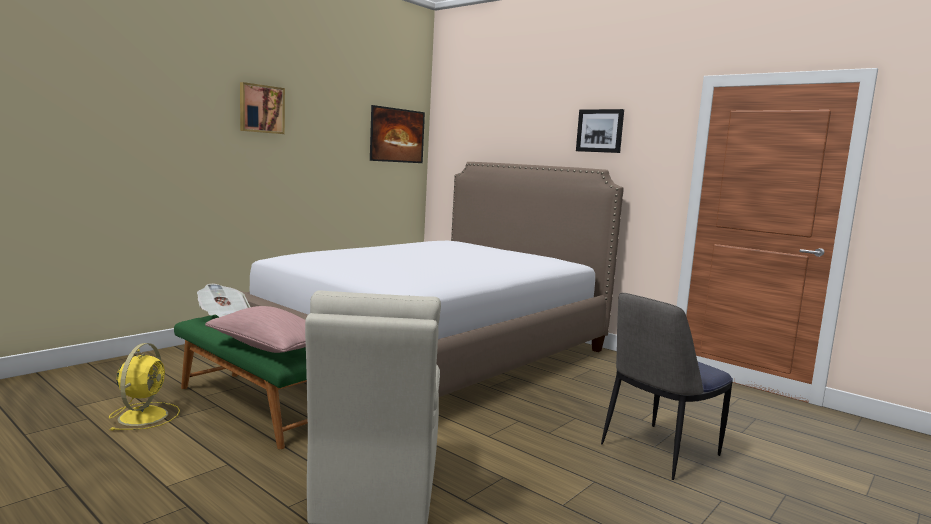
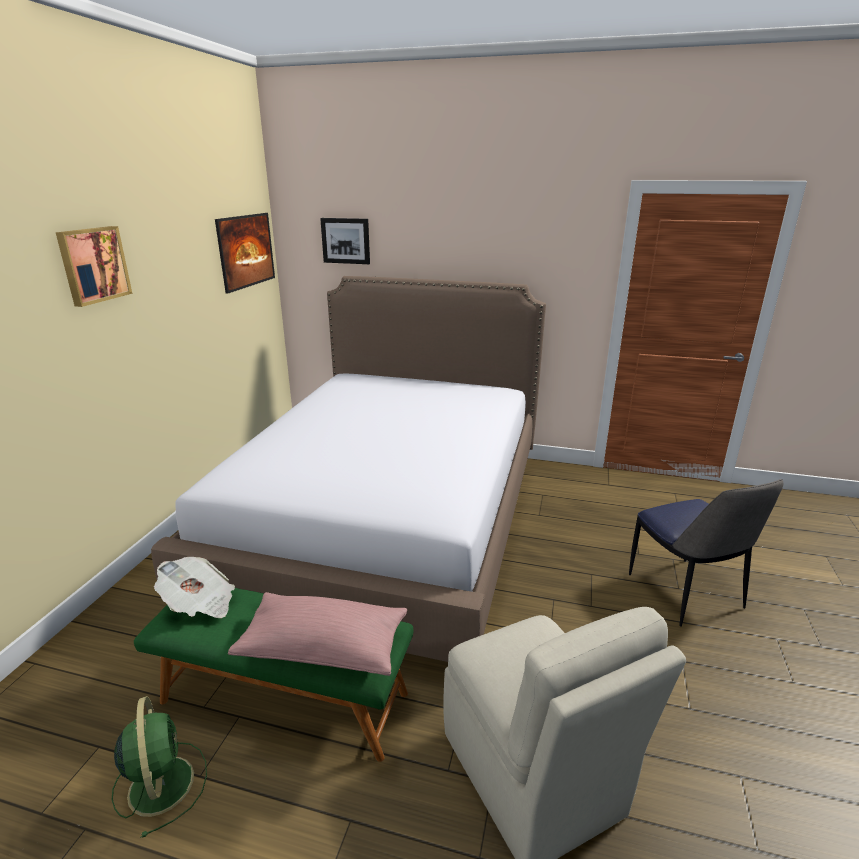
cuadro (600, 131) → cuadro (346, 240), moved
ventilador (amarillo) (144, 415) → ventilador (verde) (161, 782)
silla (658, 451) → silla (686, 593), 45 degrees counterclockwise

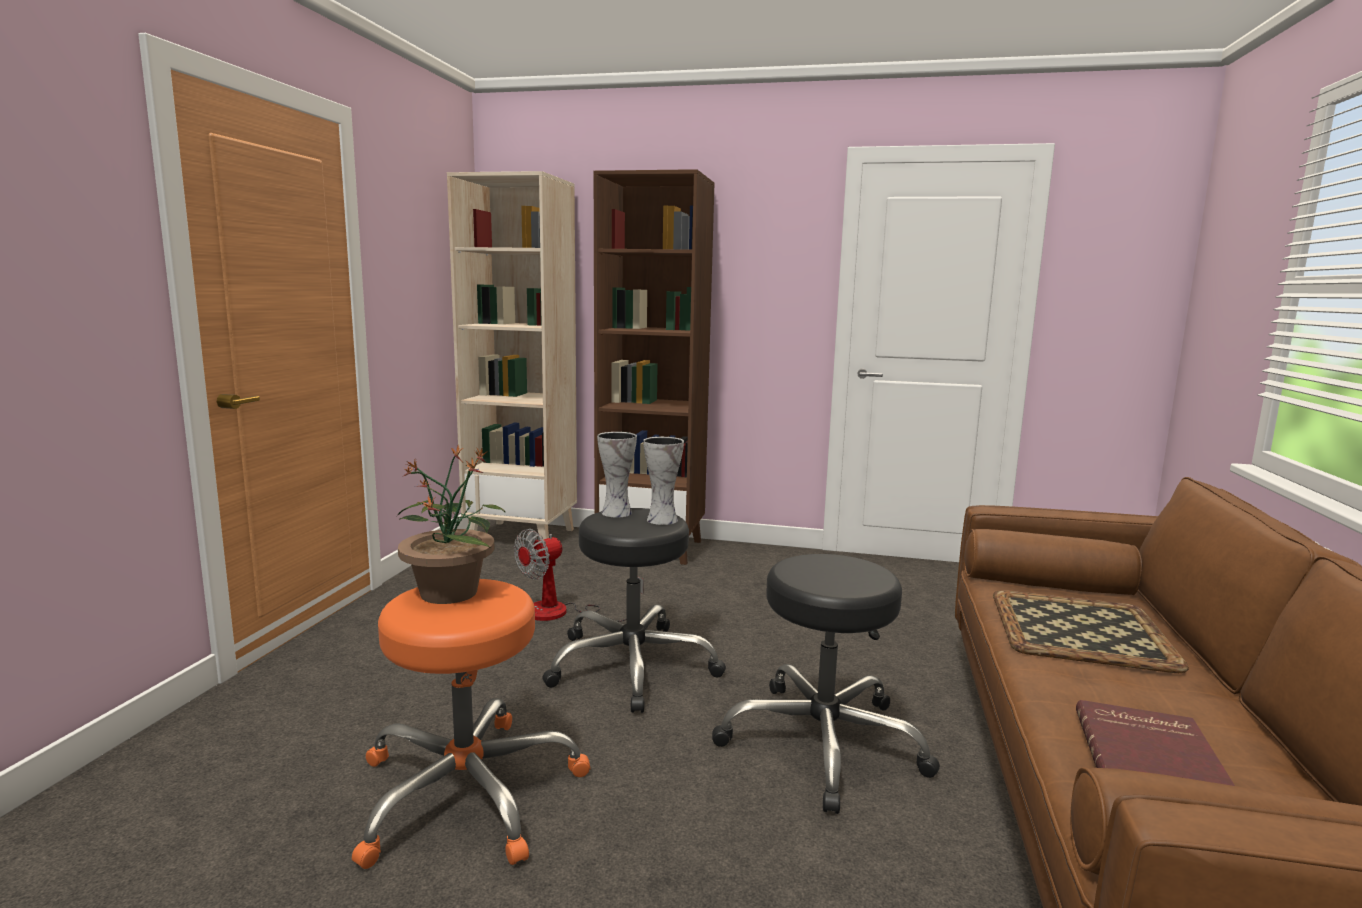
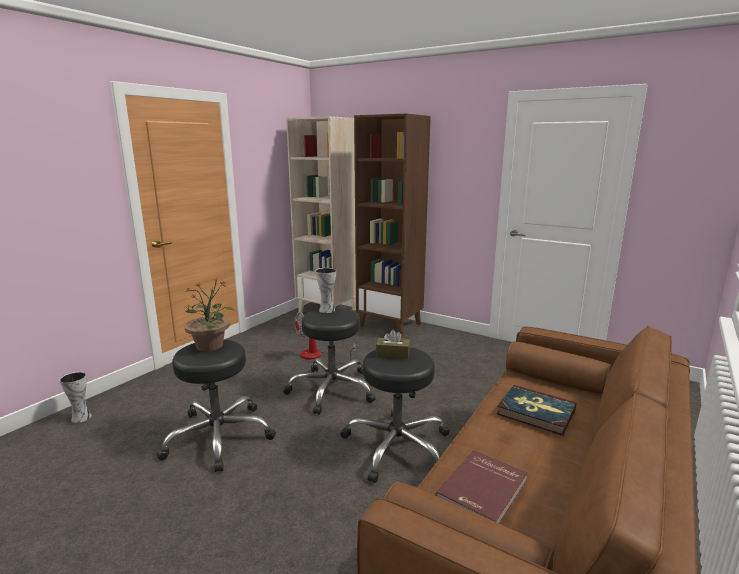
- → caja de pañuelos (marrón) (392, 354)
florero (661, 519) → florero (81, 417), moved
bandeja (1082, 631) → libro (536, 412)
taburete (naranja) (468, 792) → taburete (negro) (219, 436)

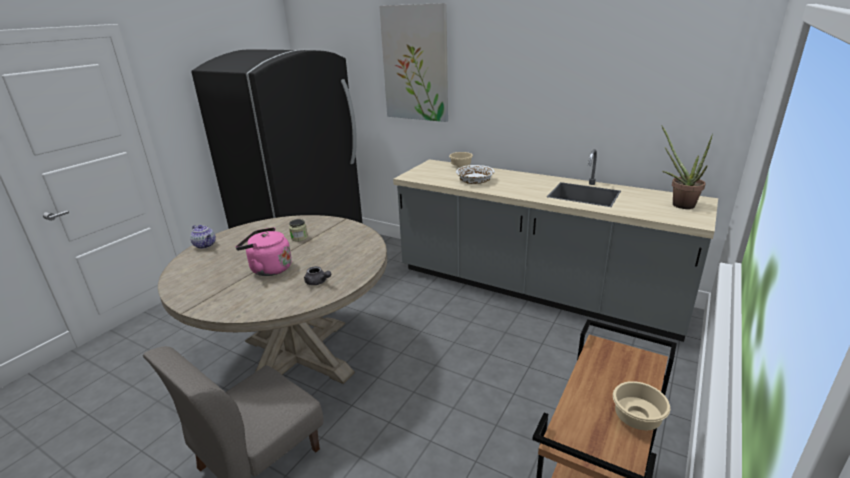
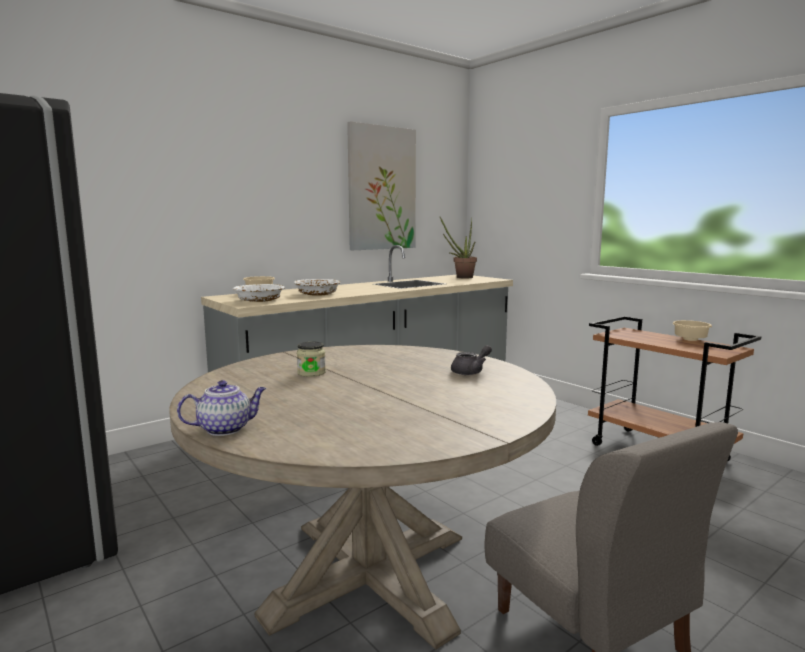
hervidor (rosa) (268, 269) → -
- → cuenco (blanco) (259, 300)
cuadro (415, 64) → cuadro (381, 188), moved

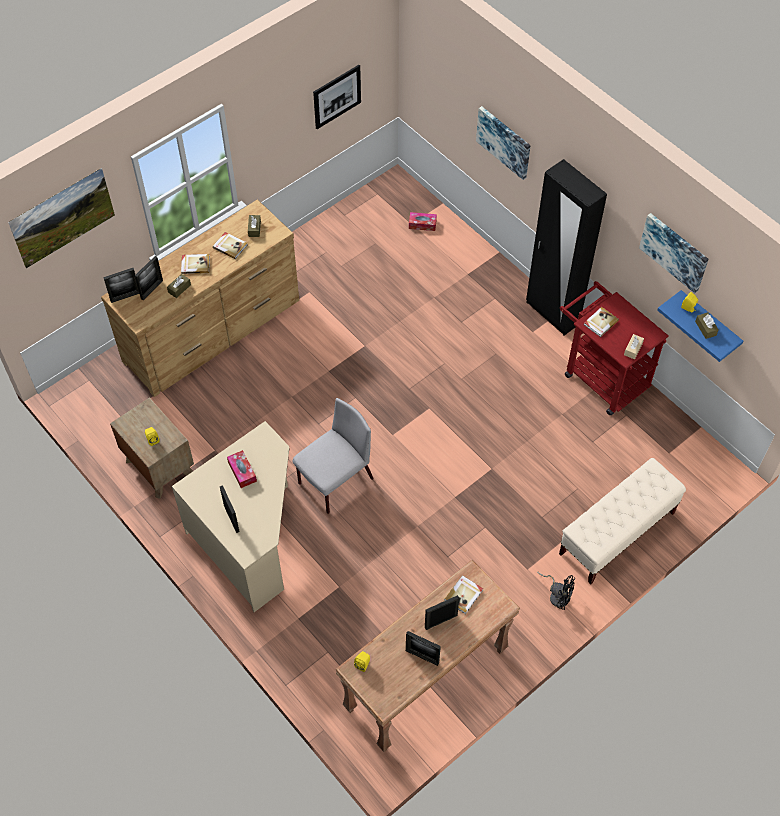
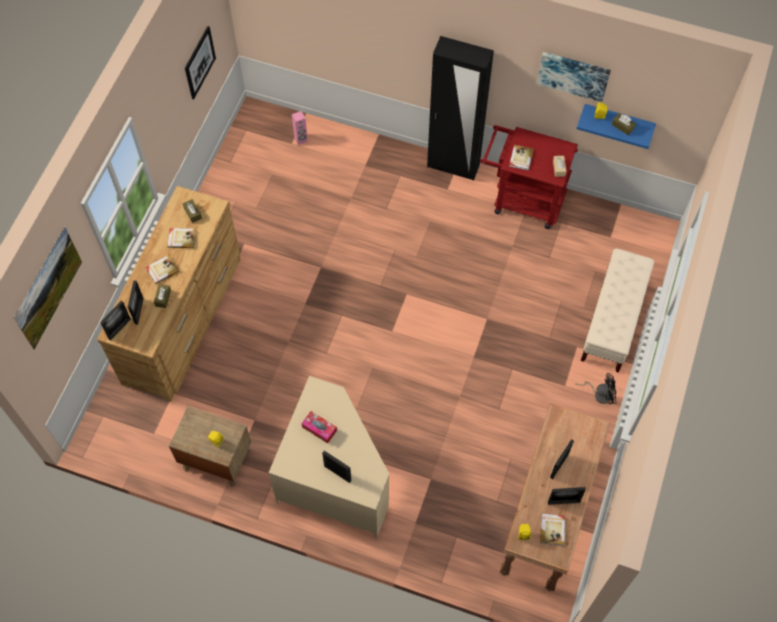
silla (gris) (335, 482) → -
cuadro (504, 142) → -
libro (464, 595) → libro (552, 529), moved
caja de pañuelos (422, 224) → altavoz (rosa) (301, 139)

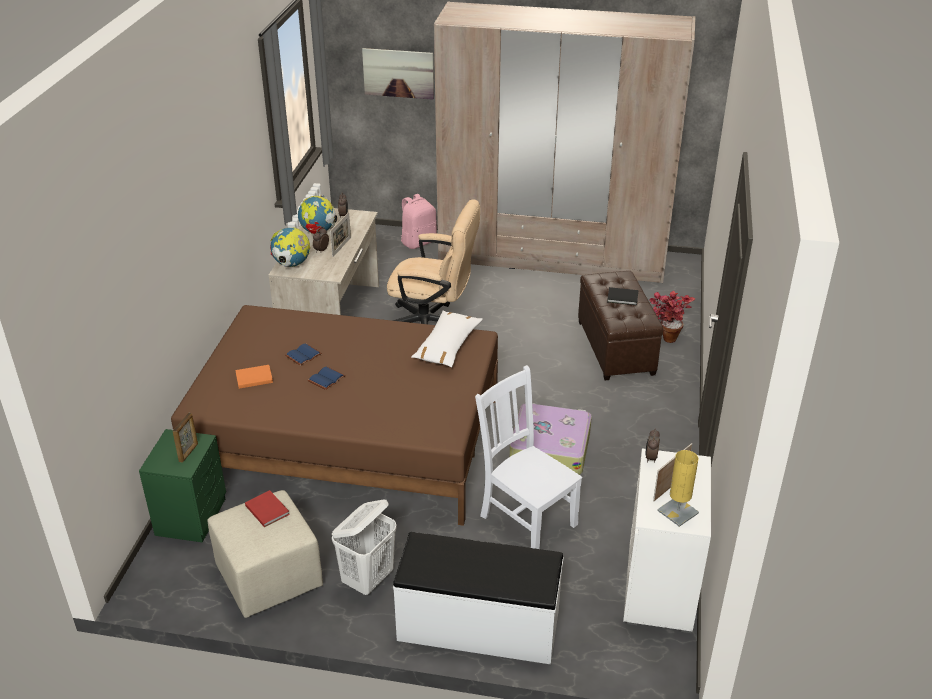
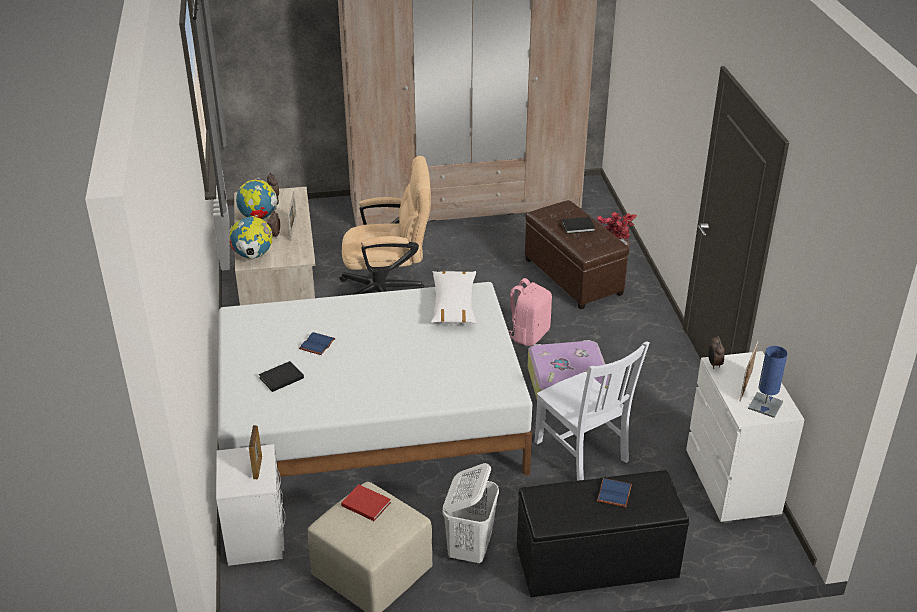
cuadro (398, 73) → -
libro (azul) (327, 379) → libro (azul) (615, 494), moved
mochila (rosa) (418, 242) → mochila (rosa) (528, 334), moved
mesita de noche (verde) (193, 516) → mesita de noche (blanco) (257, 535)
cama (marrón) (348, 439) → cama (blanco) (370, 421)
libro (naranja) (253, 378) → libro (negro) (280, 378)
banco (blanco) (478, 626) → banco (negro) (597, 562)
lámpara de mesa (amarillo) (678, 512) → lámpara de mesa (azul) (765, 405)
silla (blanco) (526, 518) → silla (blanco) (583, 453), 150 degrees counterclockwise

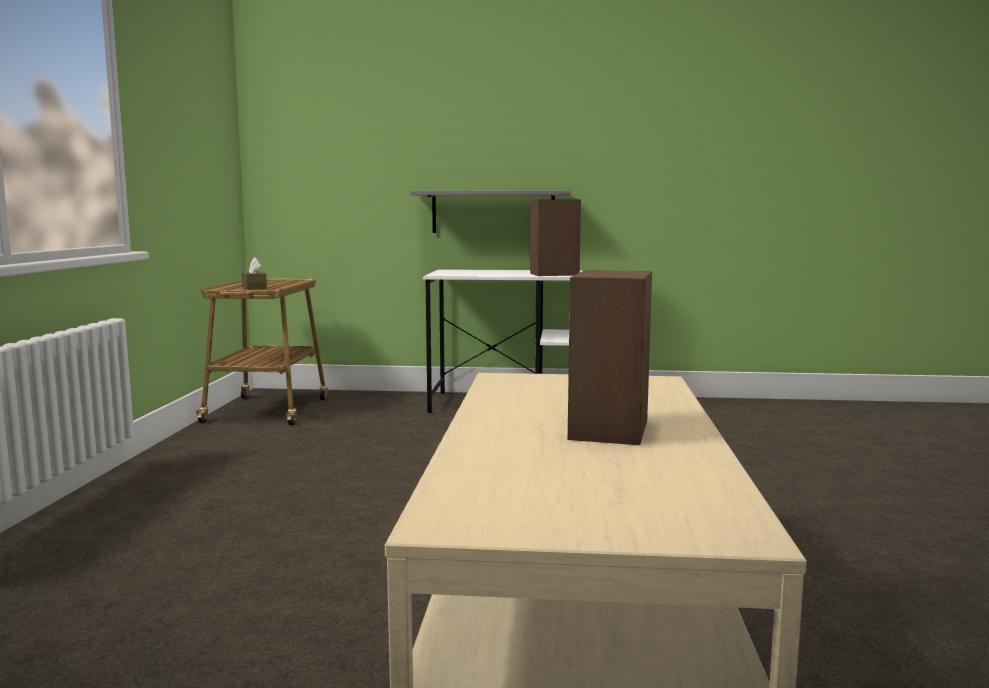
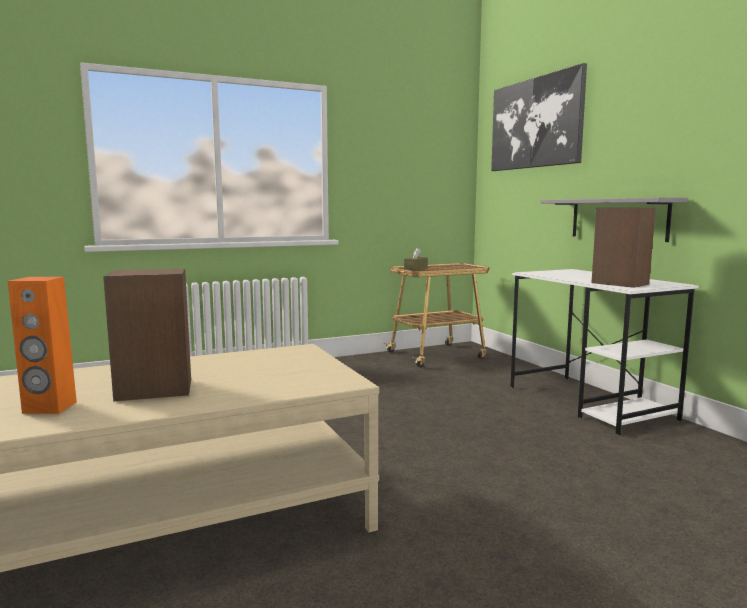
- → altavoz (naranja) (49, 408)
- → cuadro (535, 123)

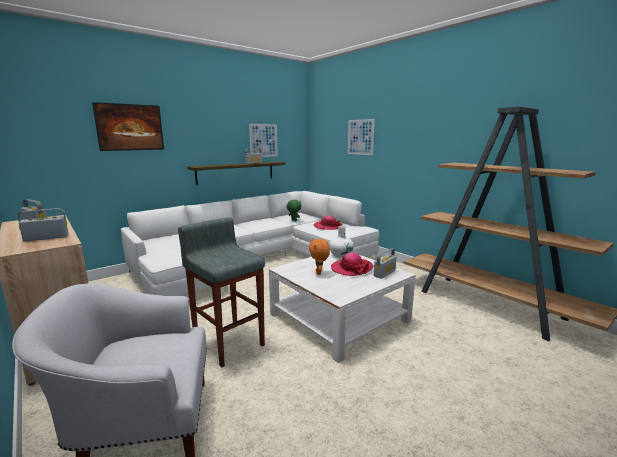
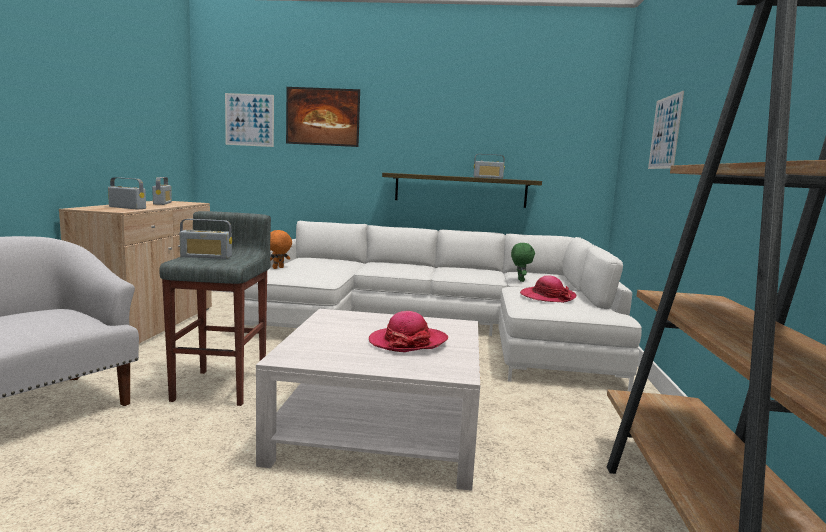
florero (blanco) (341, 255) → -
cuadro (263, 140) → cuadro (249, 120), moved
peluche (naranja) (319, 273) → peluche (naranja) (278, 268), moved
radio (384, 273) → radio (206, 257), moved

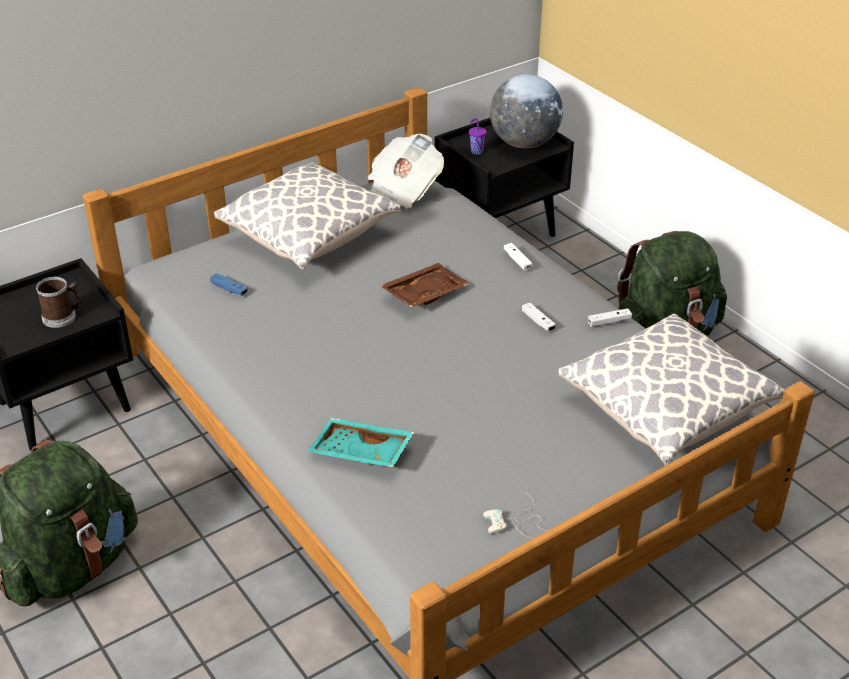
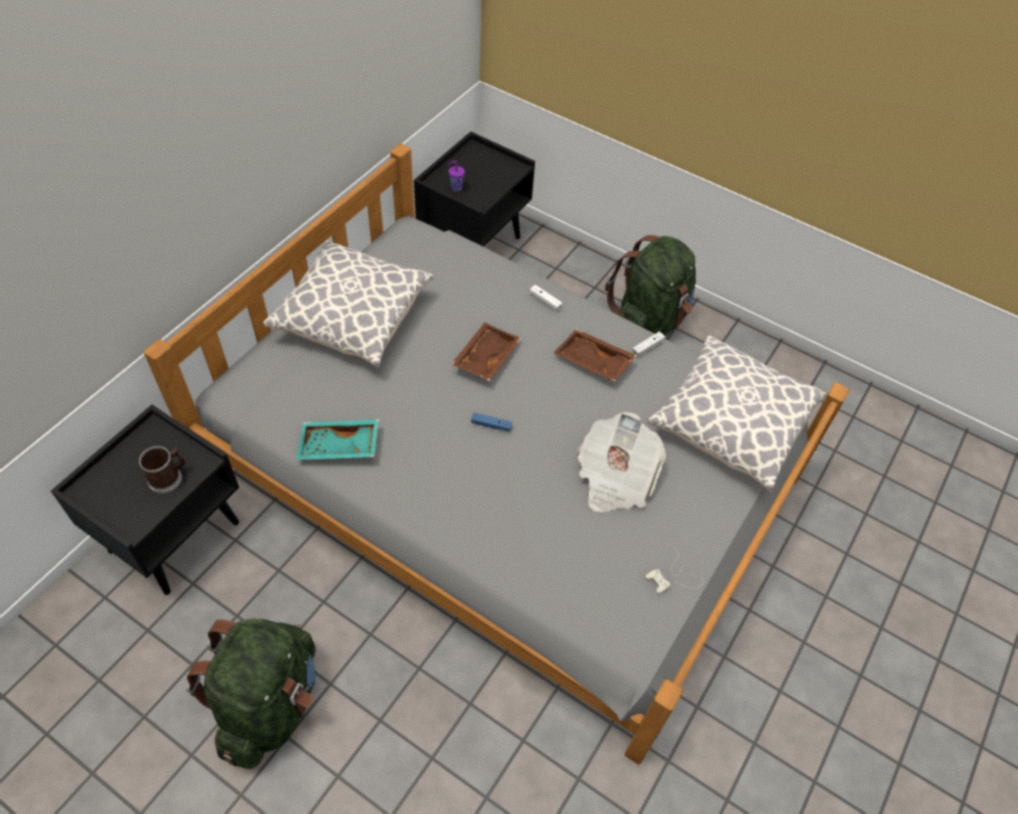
globo terráqueo (524, 143) → -
mando de consola (azul) (229, 289) → mando de consola (azul) (491, 425), moved
bandeja (turquesa) (360, 453) → bandeja (turquesa) (339, 447), moved
periódico (401, 191) → periódico (615, 477), moved
mando de consola (blanco) (538, 321) → bandeja (marrón) (592, 362)

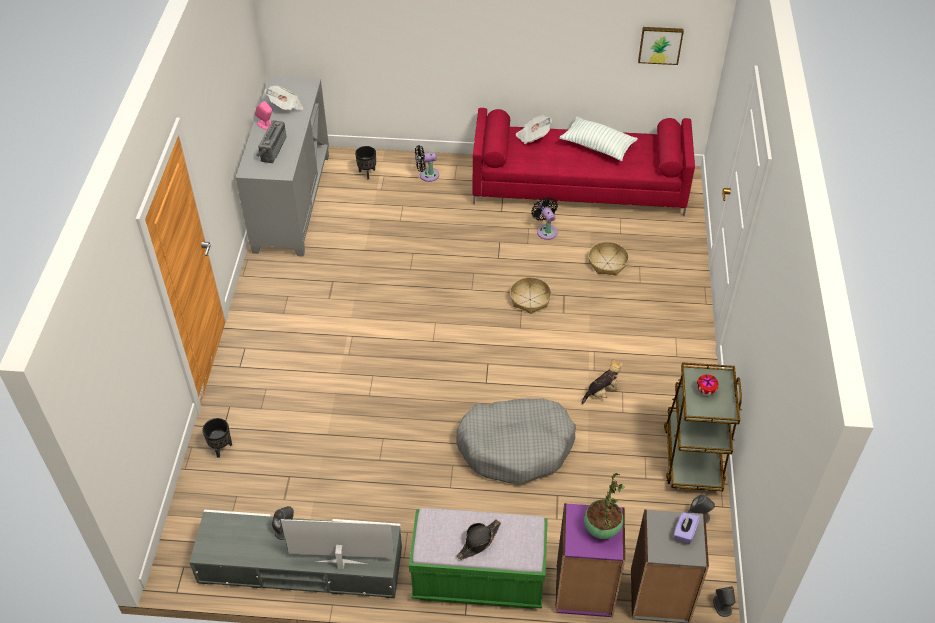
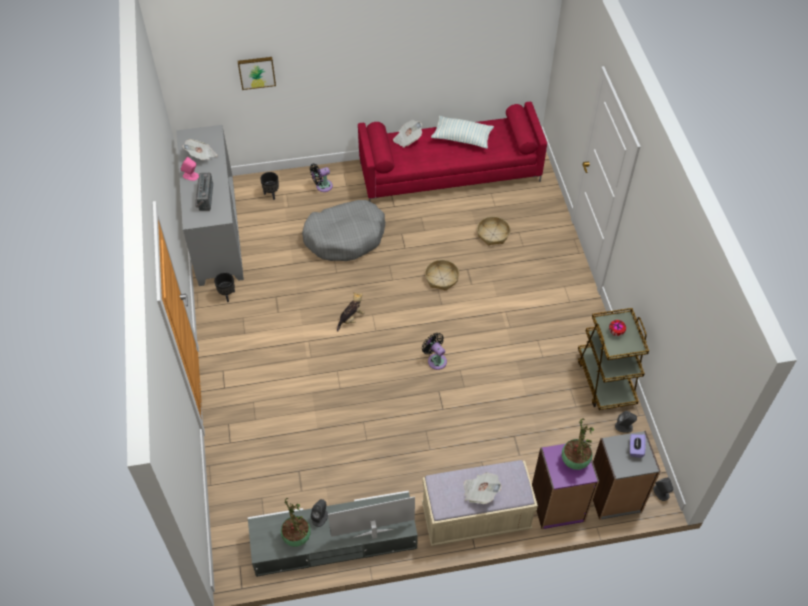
- → planta en maceta (296, 536)
maceta (negro) (221, 448) → maceta (negro) (227, 295), moved
cama para perro (gris) (516, 446) → cama para perro (gris) (345, 237), moved
ventilador (negro) (546, 230) → ventilador (negro) (436, 360), moved
peluche (602, 392) → peluche (351, 318), moved
cuadro (660, 44) → cuadro (256, 72), moved
sombrero (negro) (478, 542) → periódico (480, 492)
banco (verde) (478, 579) → banco (beis) (476, 518)

